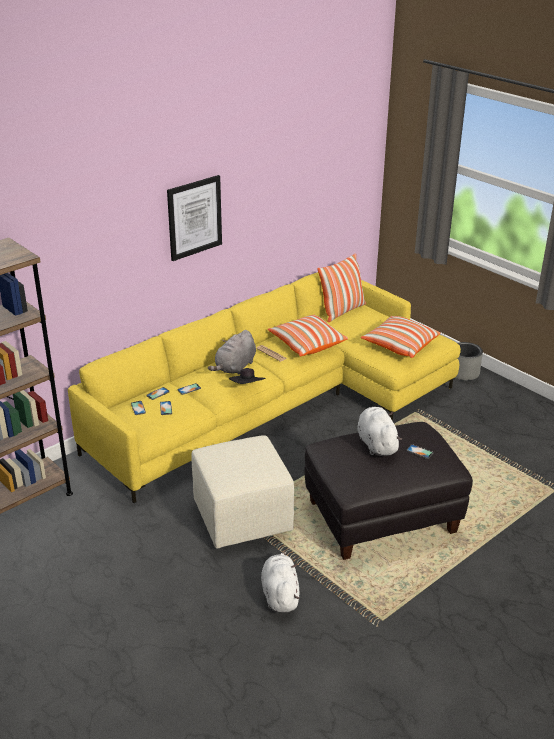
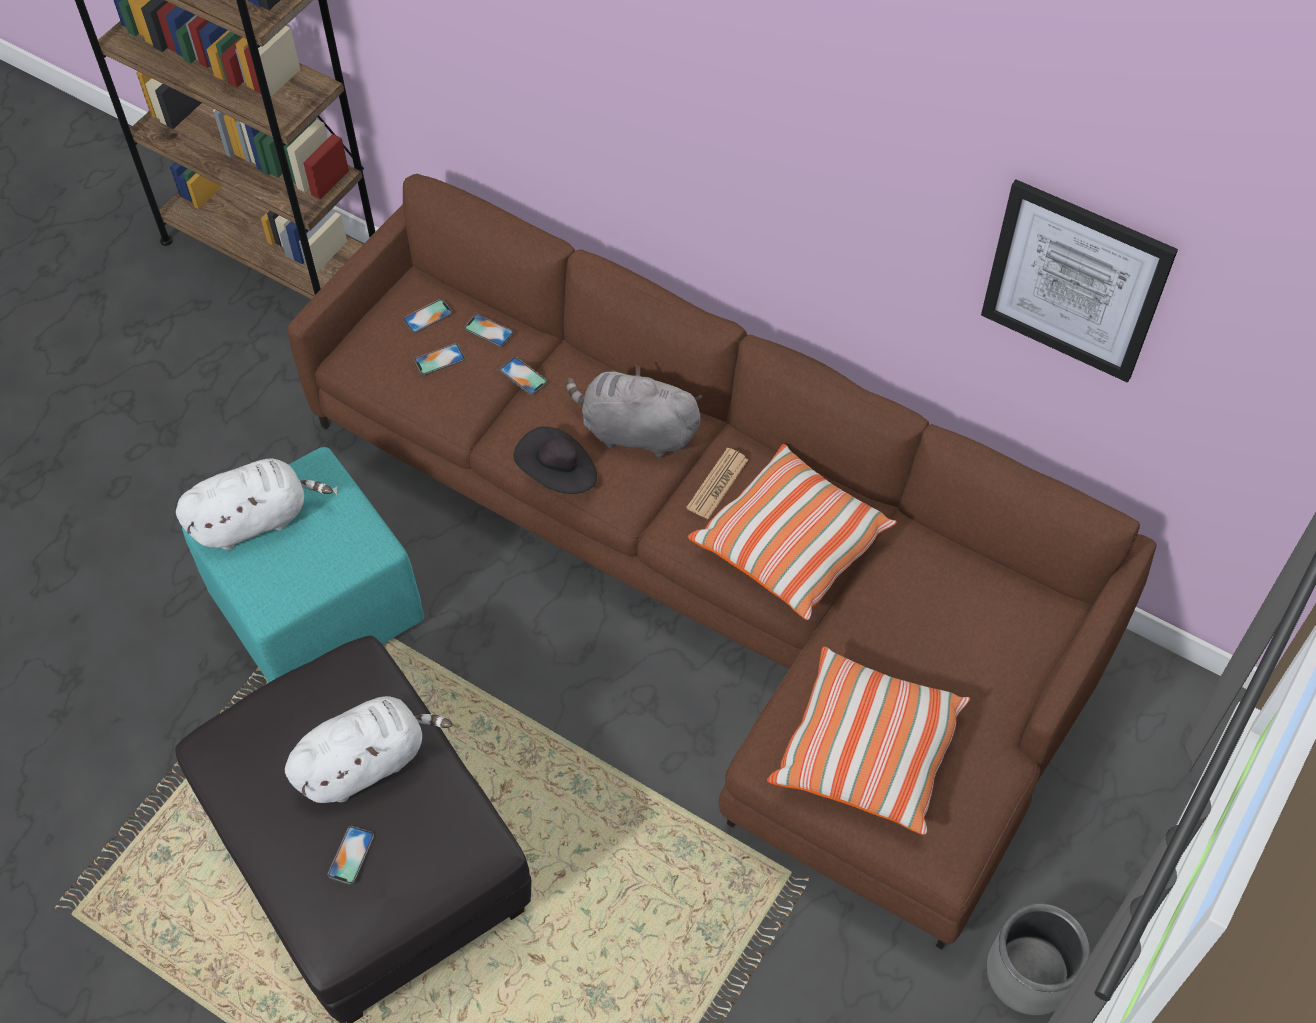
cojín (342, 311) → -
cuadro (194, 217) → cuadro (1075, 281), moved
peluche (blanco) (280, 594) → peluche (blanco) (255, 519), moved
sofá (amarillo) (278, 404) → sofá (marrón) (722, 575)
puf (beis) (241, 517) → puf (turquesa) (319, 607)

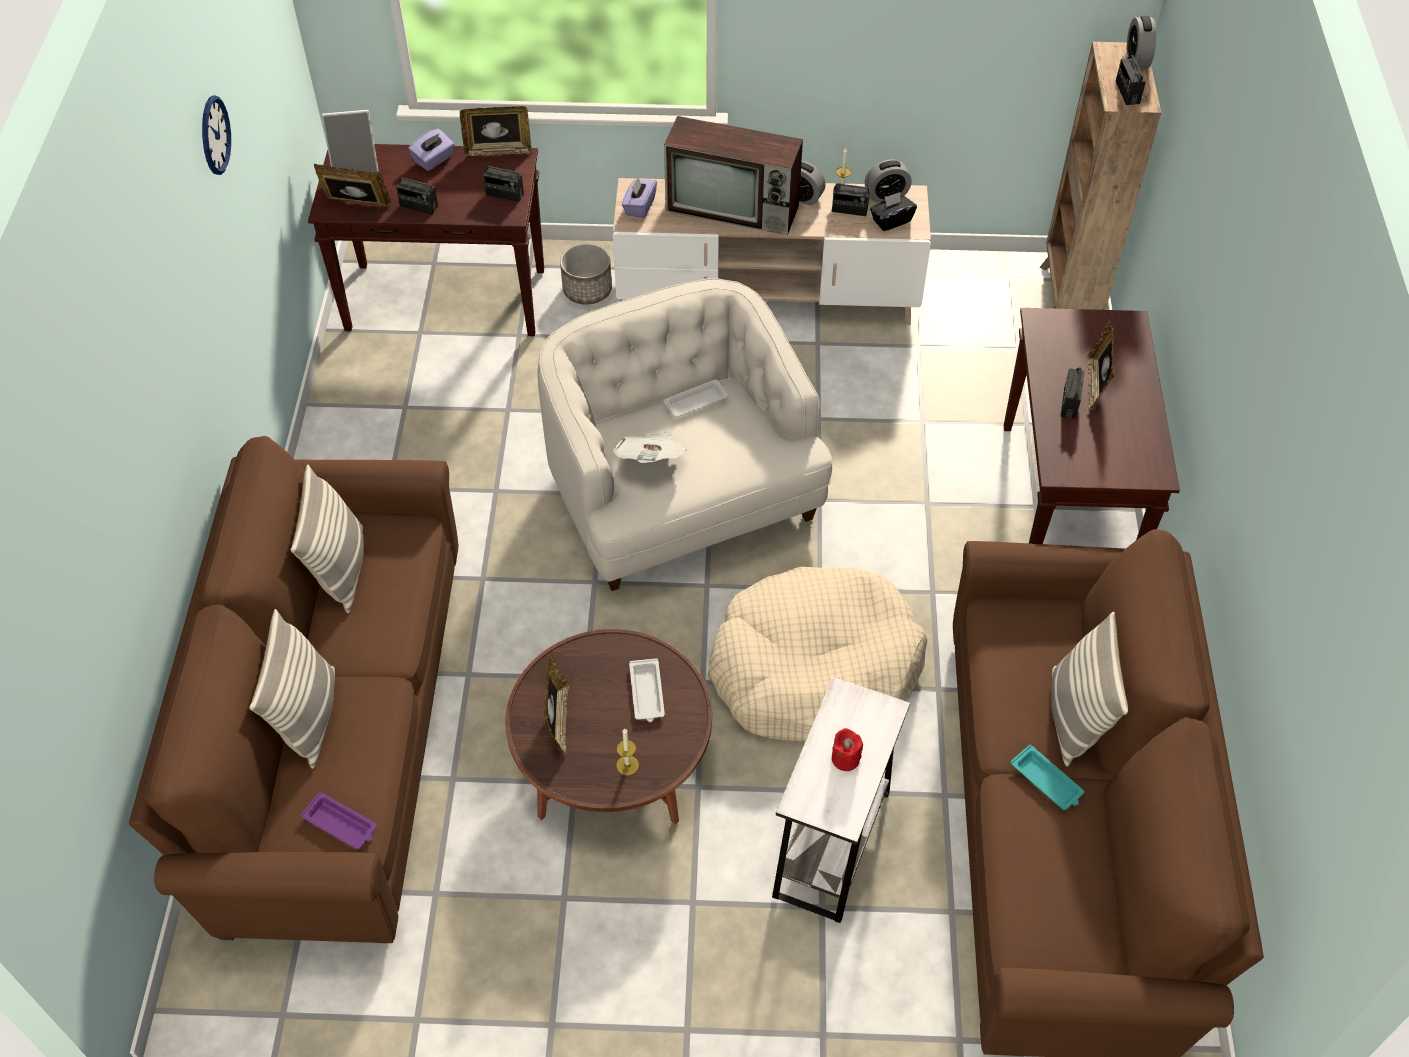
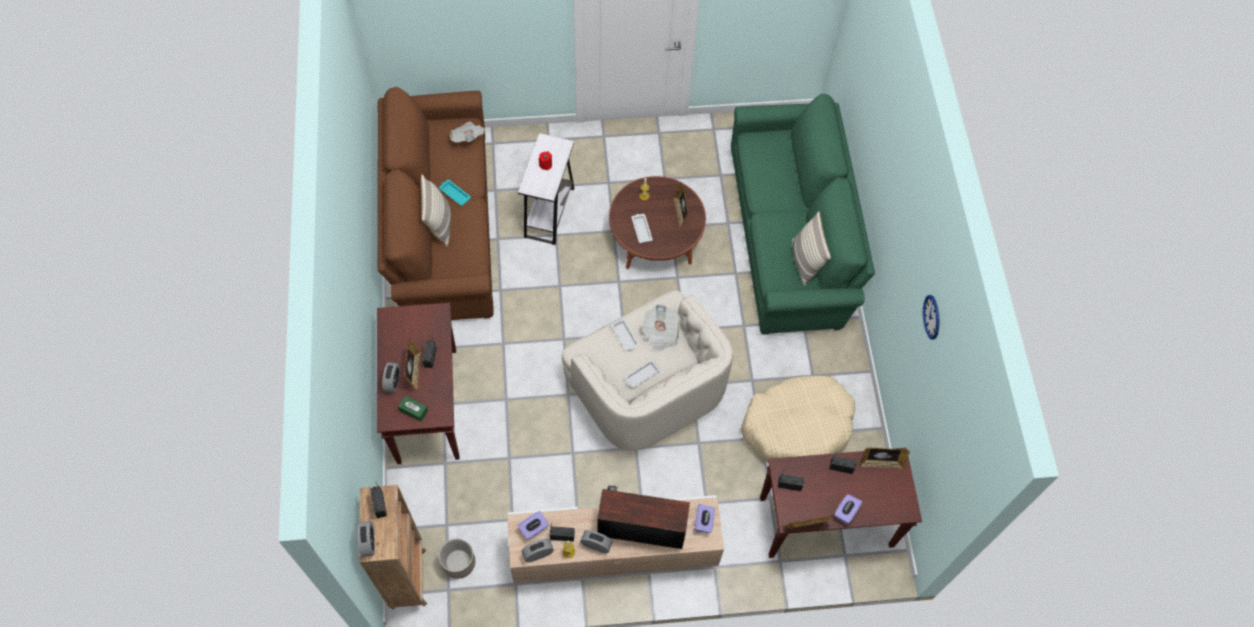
cojín (309, 717) → -
bandeja (morado) (341, 824) → -
portarretratos (357, 168) → -
- → despertador (393, 382)
- → caja de pañuelos (verde) (413, 410)
- → periódico (468, 138)
- → bandeja (blanco) (625, 336)
maceta (588, 290) → maceta (458, 562), moved
cama para perro (beis) (813, 669) → cama para perro (beis) (797, 426), moved
sofá (marrón) (334, 732) → sofá (verde) (790, 238)
caja de pañuelos (negro) (891, 221) → caja de pañuelos (morado) (533, 528)

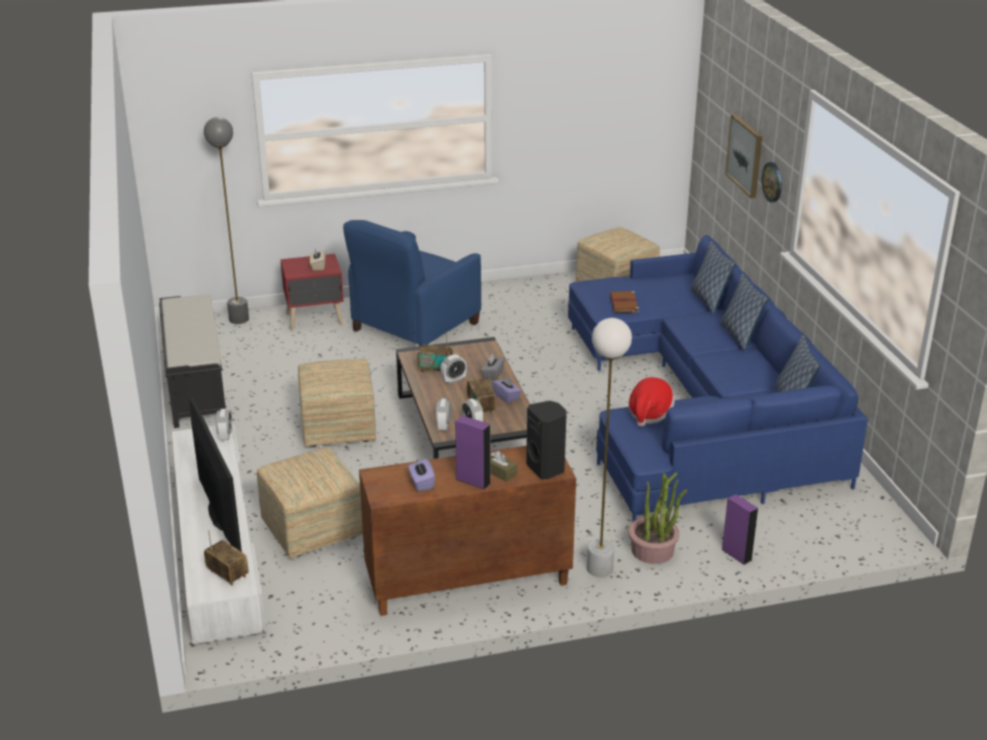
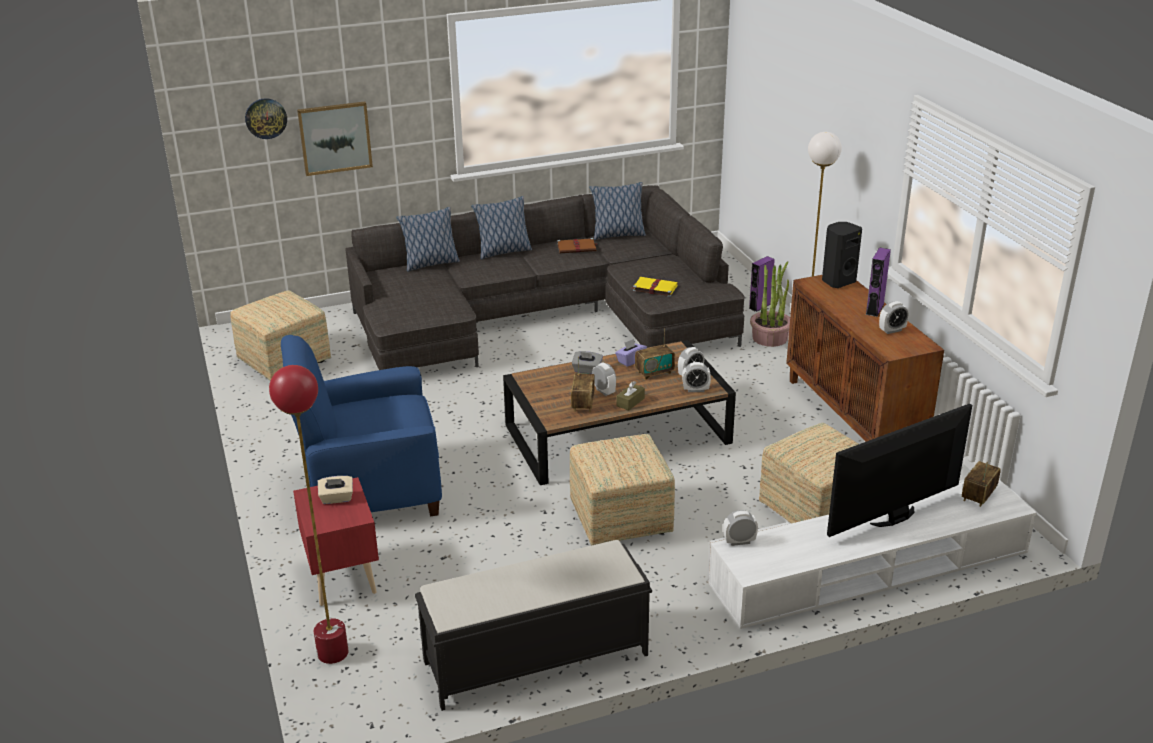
caja de pañuelos (marrón) (500, 472) → caja de pañuelos (marrón) (630, 402), moved
libro (marrón) (624, 304) → libro (marrón) (577, 248), moved
reloj de pared (772, 182) → reloj de pared (266, 118), moved
caja de pañuelos (morado) (421, 483) → despertador (892, 330)
sombrero (649, 414) → libro (amarillo) (654, 288)
lámpara de pie (gris) (239, 319) → lámpara de pie (rojo) (333, 653)
sofá (azul) (700, 408) → sofá (gris) (545, 317)
sillón (azul) (414, 327) → sillón (azul) (371, 489), 135 degrees clockwise

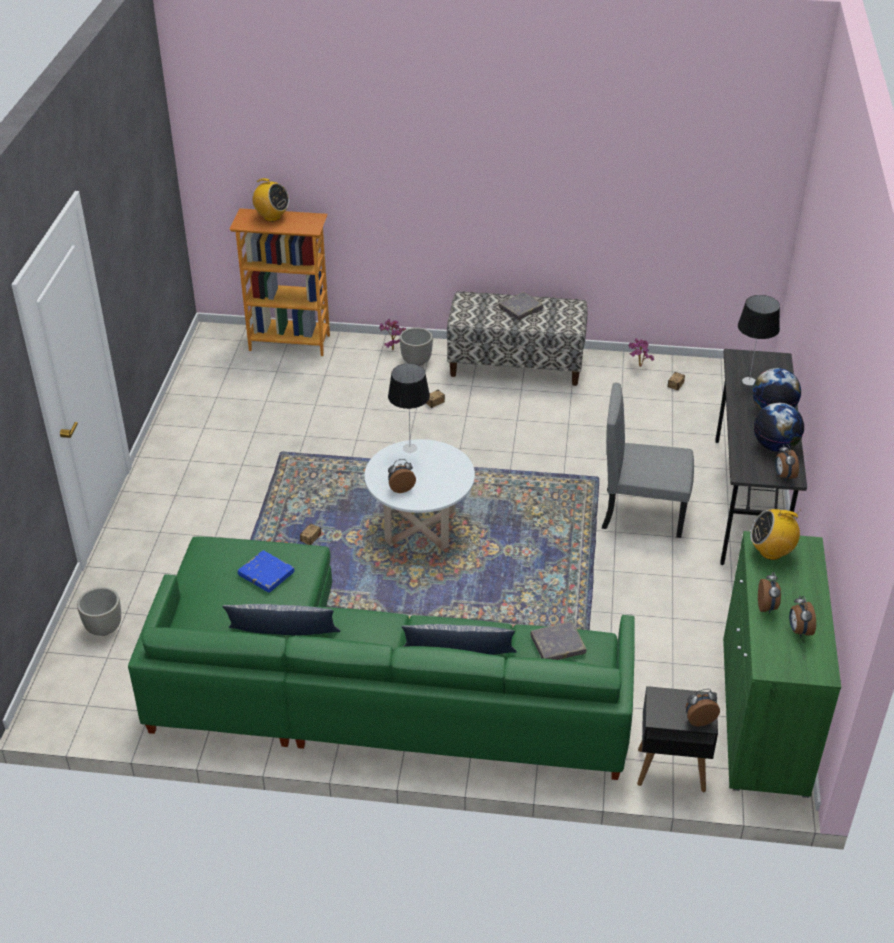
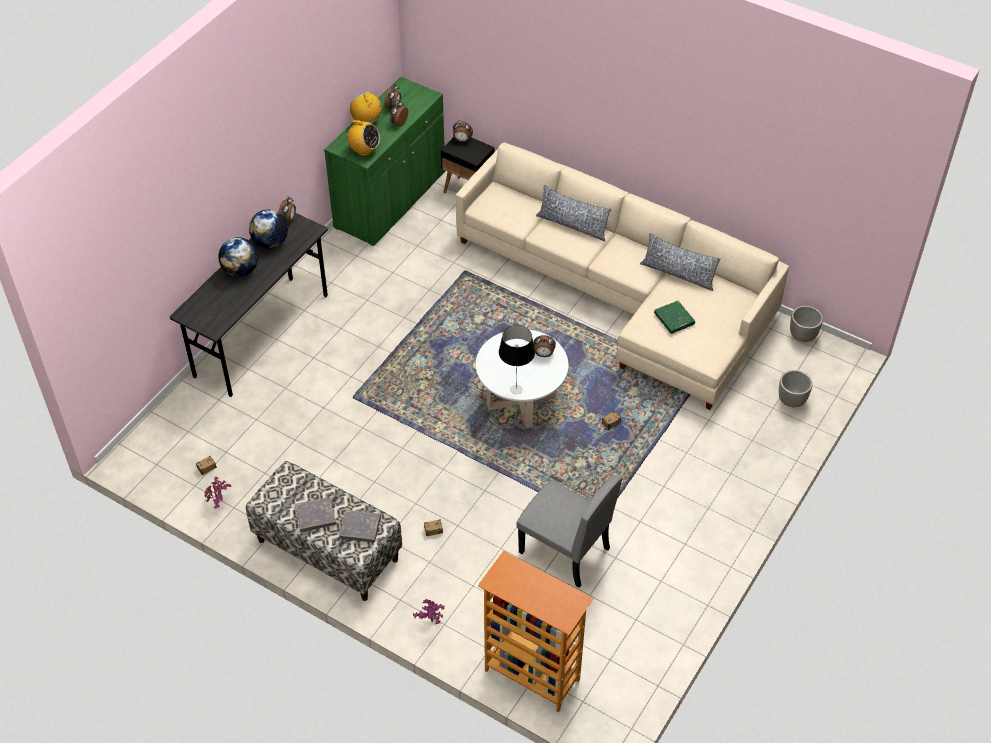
lámpara de mesa (749, 381) → -
radio (272, 217) → radio (367, 121), moved
maceta (416, 362) → maceta (803, 336), moved
libro (gris) (558, 645) → libro (gris) (360, 528), moved
silla (gris) (643, 512) → silla (gris) (564, 550), moved
sofá (verde) (364, 692) → sofá (beis) (625, 294)
libro (azul) (266, 574) → libro (verde) (674, 319)

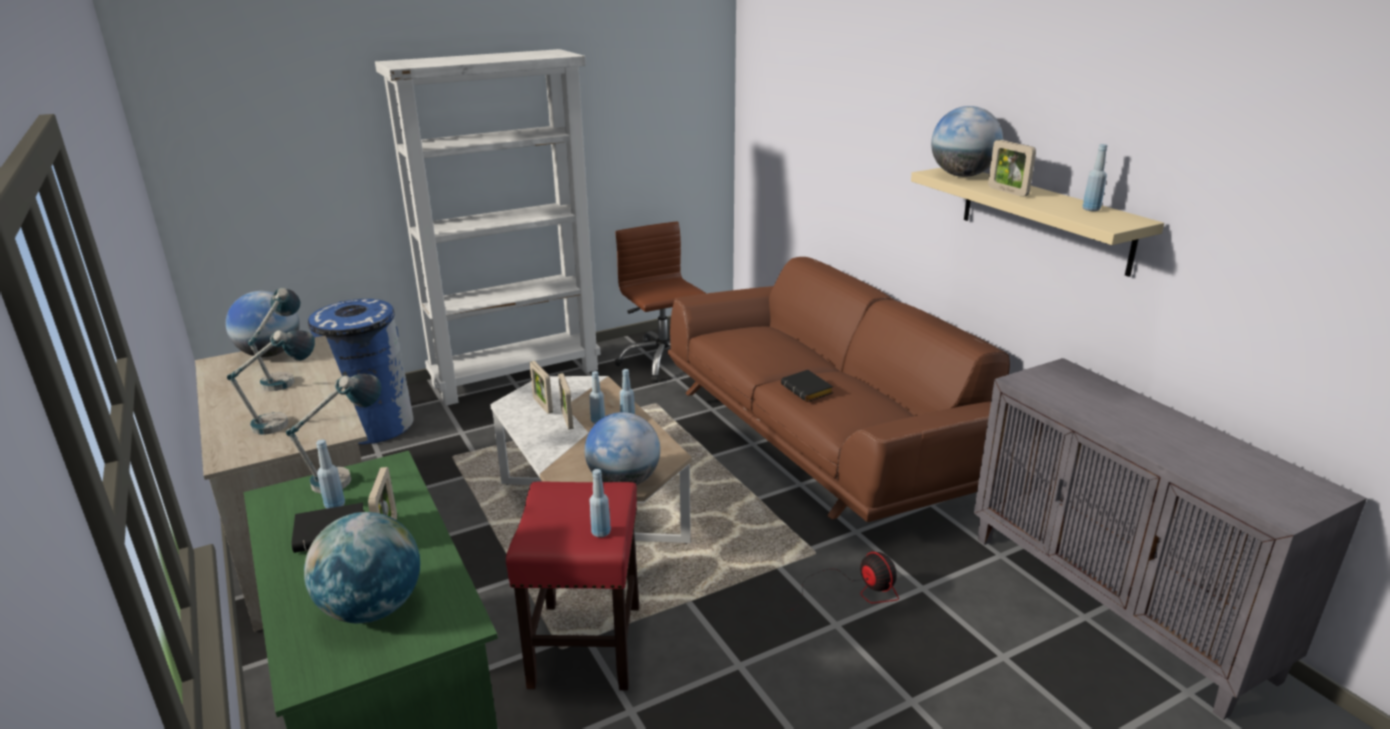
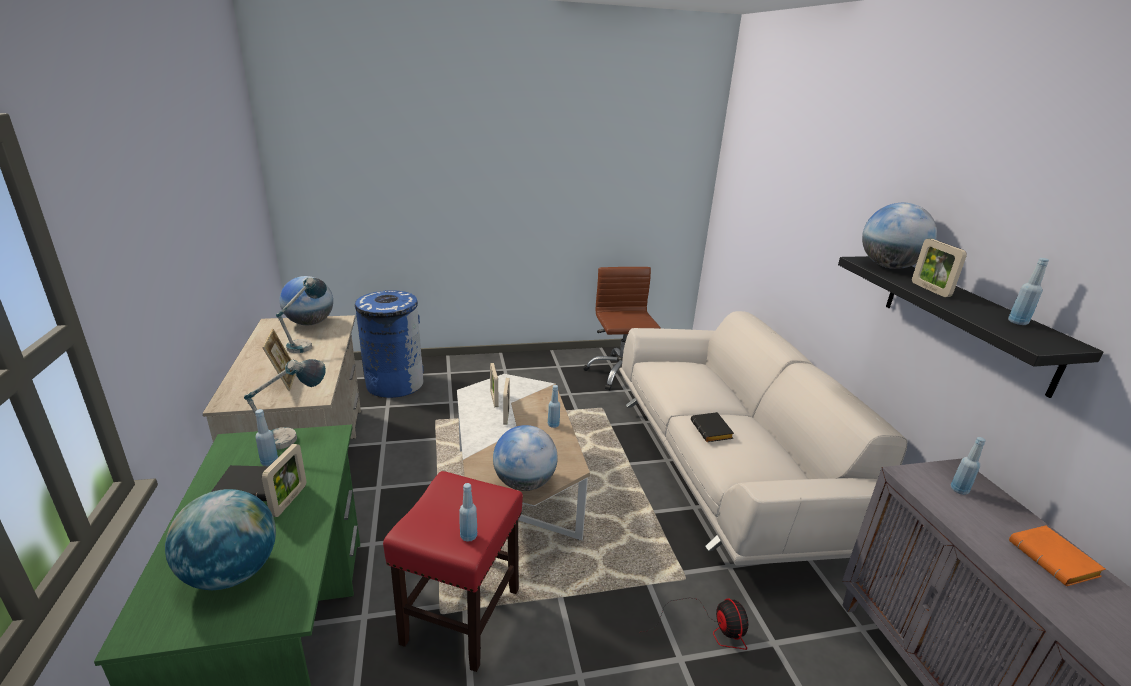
estantería (blanco) (517, 376) → -
- → libro (naranja) (1055, 561)
botella (azul) (598, 421) → botella (azul) (959, 490), moved
lámpara de mesa (286, 422) → portarretratos (284, 380)
sofá (marrón) (822, 439) → sofá (blanco) (727, 469)
estante (beis) (1044, 218) → estante (negro) (966, 320)

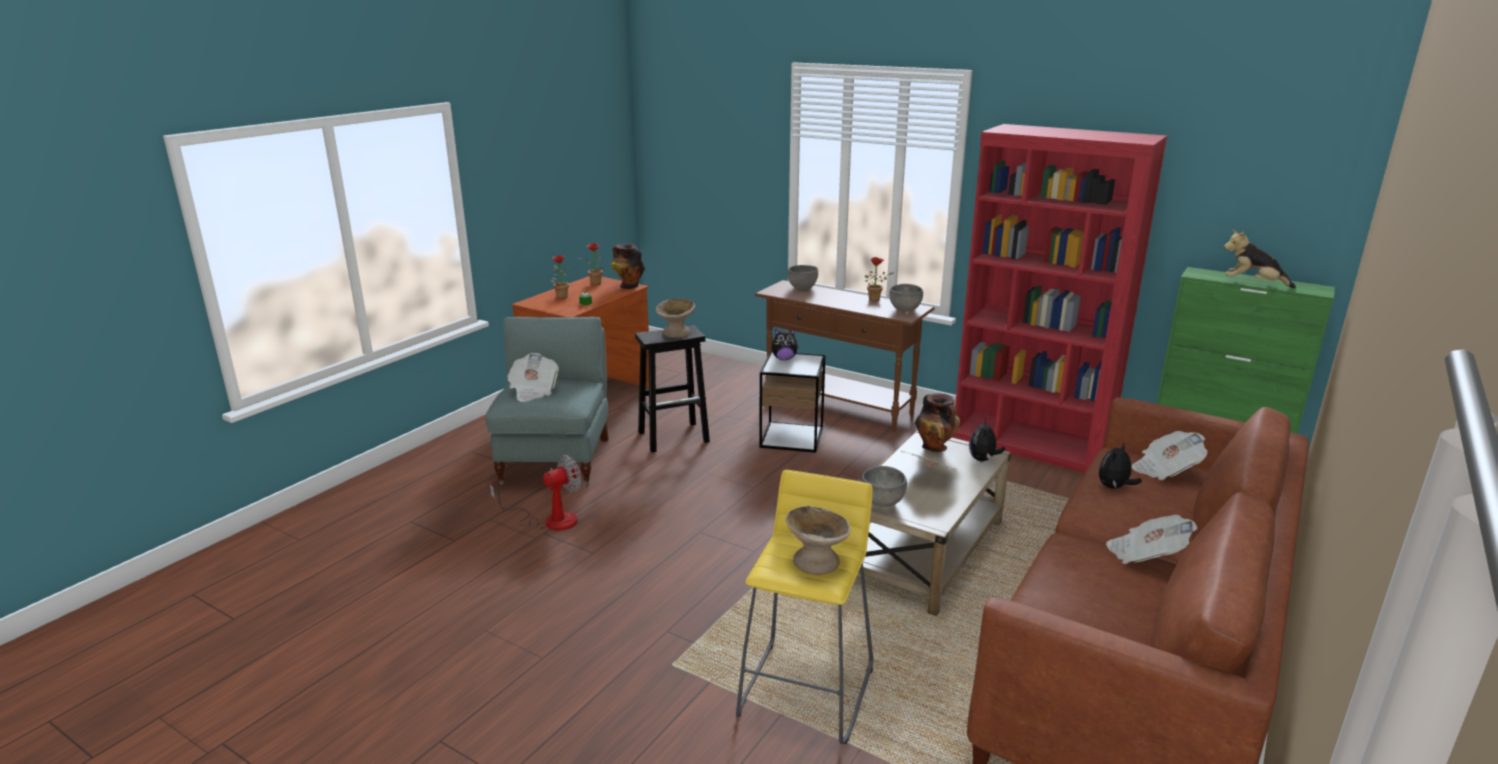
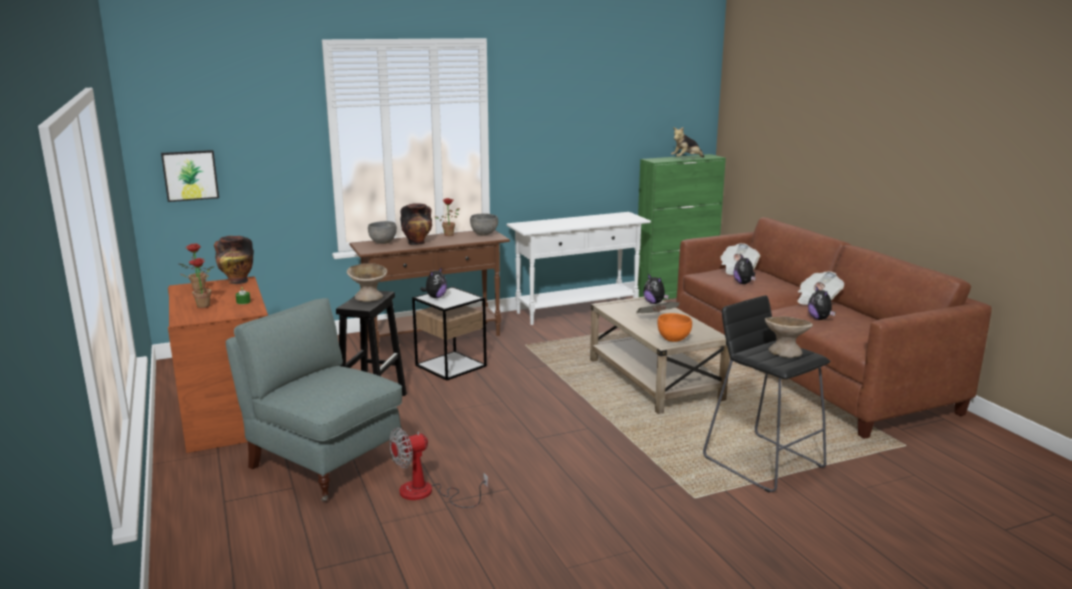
periódico (533, 391) → -
- → cuadro (190, 175)
- → peluche (820, 319)
florero (935, 447) → florero (417, 243), moved
estantería (rojo) (1030, 445) → mesa consola (blanco) (577, 311)
taburete (amarillo) (807, 691) → taburete (negro) (763, 462)
cuenco (gris) (882, 502) → cuenco (naranja) (673, 339)
ventilador (550, 520) → ventilador (427, 493), 120 degrees counterclockwise

